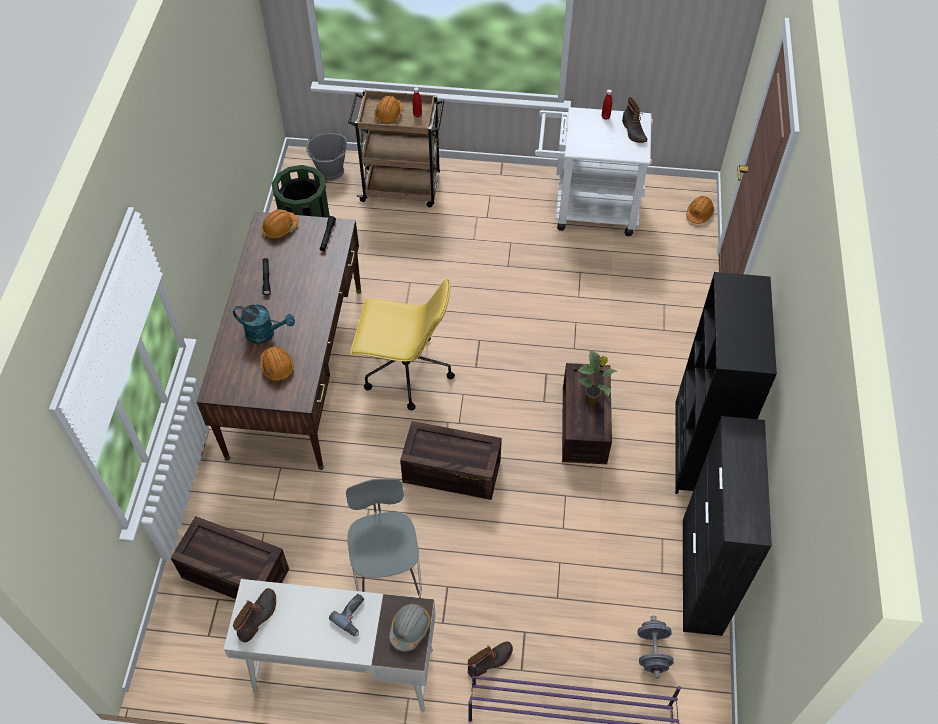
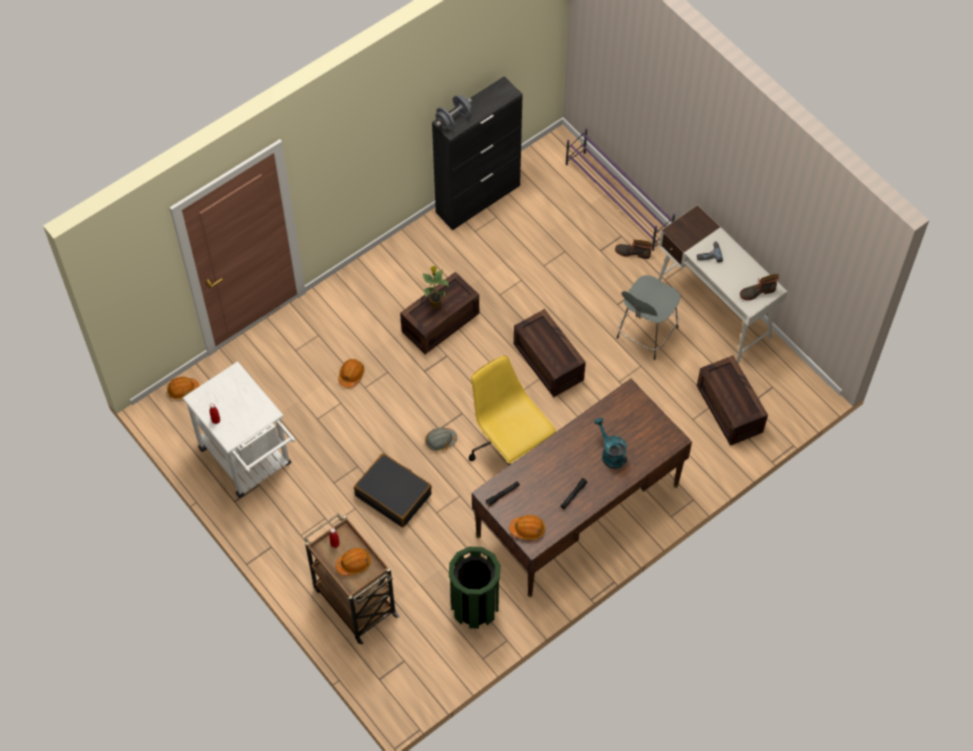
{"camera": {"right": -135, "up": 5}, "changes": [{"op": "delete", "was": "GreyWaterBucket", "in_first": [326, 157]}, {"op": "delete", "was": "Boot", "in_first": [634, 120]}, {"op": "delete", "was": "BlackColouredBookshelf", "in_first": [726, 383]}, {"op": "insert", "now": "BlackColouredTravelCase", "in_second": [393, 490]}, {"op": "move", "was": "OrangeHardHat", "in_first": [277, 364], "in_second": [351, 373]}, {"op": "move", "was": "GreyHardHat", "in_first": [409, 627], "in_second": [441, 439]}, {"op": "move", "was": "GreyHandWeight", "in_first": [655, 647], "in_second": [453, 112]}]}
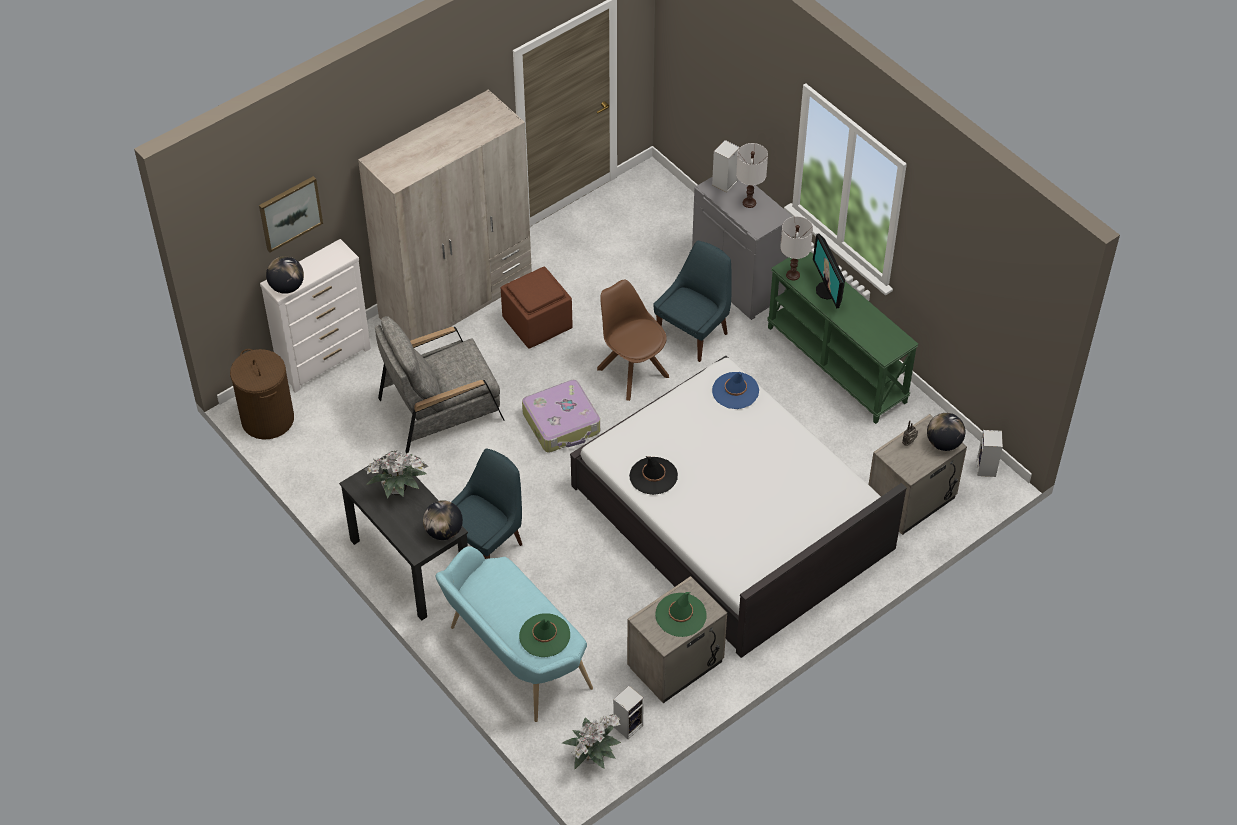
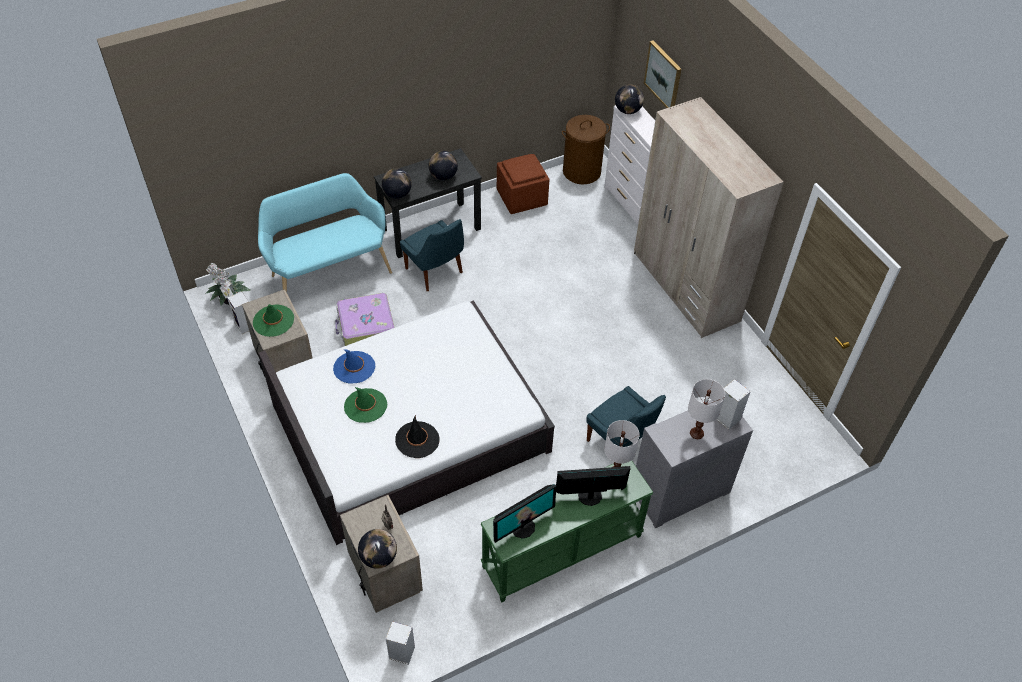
{"camera": {"right": 100, "up": 0}, "changes": [{"op": "delete", "was": "GreyLoungeChair", "in_first": [440, 385]}, {"op": "delete", "was": "BrownColouredChair", "in_first": [633, 340]}, {"op": "insert", "now": "ComputerDisplay", "in_second": [524, 513]}, {"op": "move", "was": "BrownColouredOttoman", "in_first": [536, 308], "in_second": [523, 184]}, {"op": "move", "was": "GreenColouredHat", "in_first": [544, 635], "in_second": [365, 405]}, {"op": "move", "was": "TravelCase", "in_first": [561, 416], "in_second": [365, 319]}, {"op": "move", "was": "BlackColouredHat", "in_first": [653, 475], "in_second": [417, 436]}, {"op": "move", "was": "BlueColouredHat", "in_first": [735, 390], "in_second": [354, 366]}, {"op": "replace", "was": "PottedPlant", "now": "WorldGlobe", "in_first": [396, 475], "in_second": [443, 165]}]}
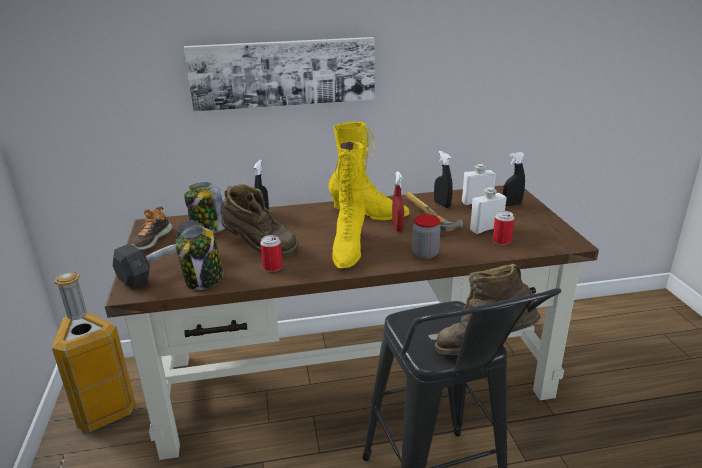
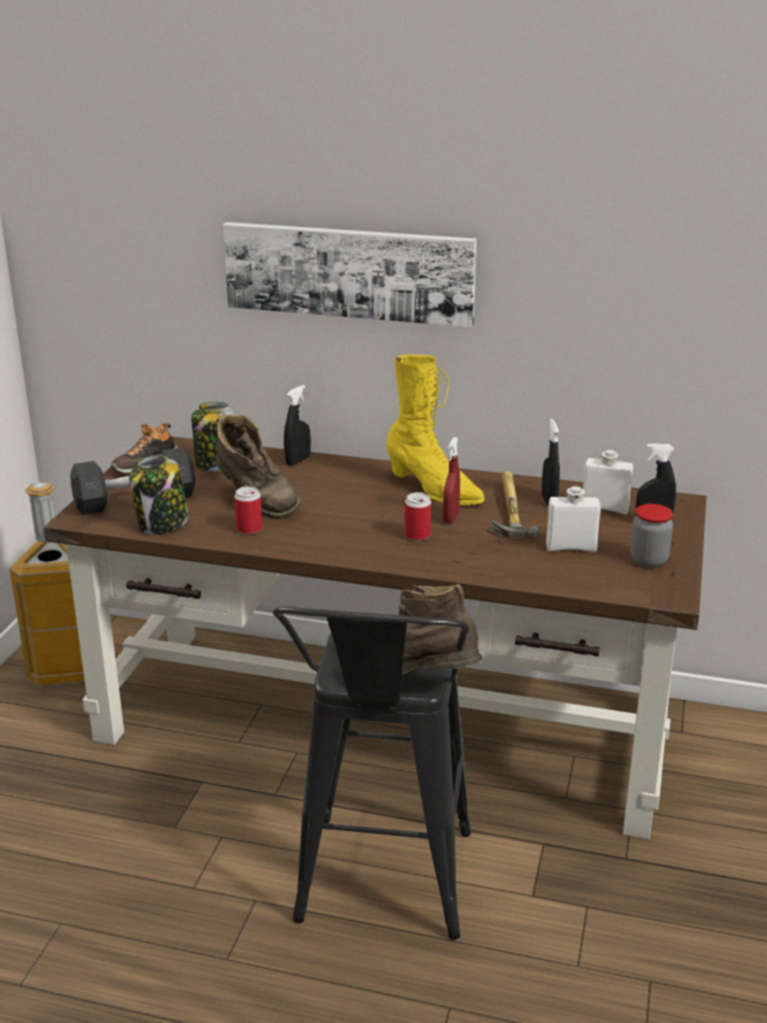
{"camera": {"right": 25, "up": 0}, "changes": [{"op": "delete", "was": "YellowishBoot", "in_first": [349, 205]}, {"op": "move", "was": "Jar", "in_first": [426, 236], "in_second": [651, 535]}, {"op": "move", "was": "Can", "in_first": [503, 228], "in_second": [417, 516]}]}
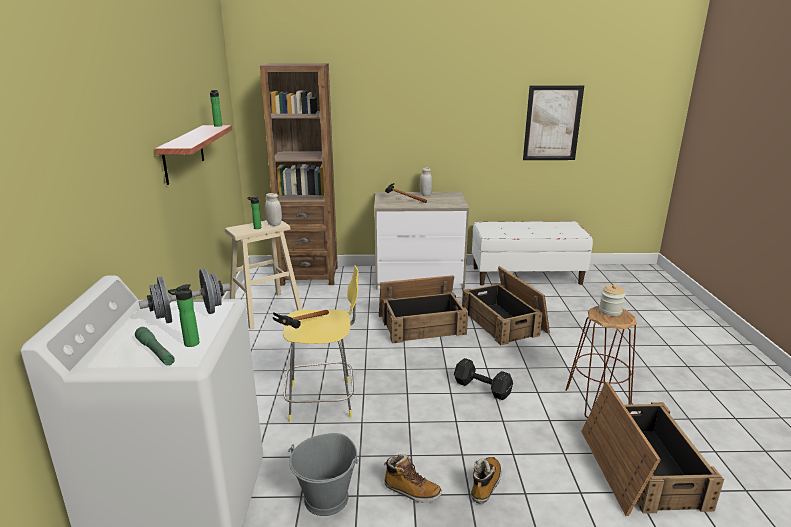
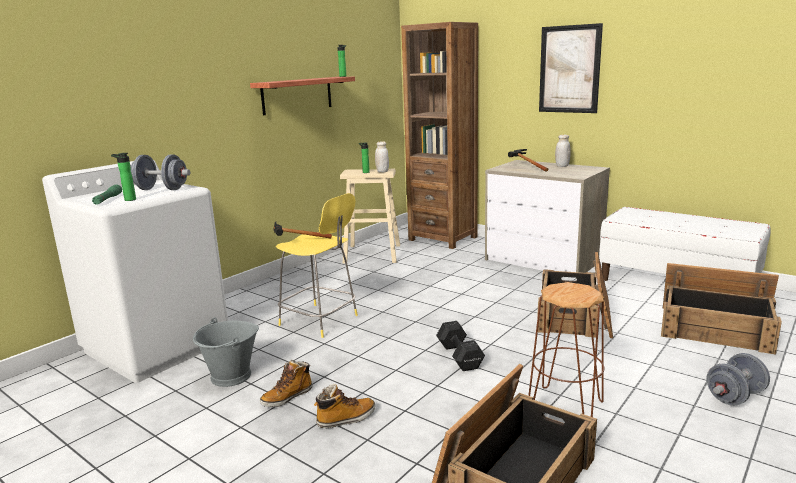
{"camera": {"right": 40, "up": -5}, "changes": [{"op": "delete", "was": "Jar", "in_first": [612, 300]}, {"op": "insert", "now": "GreyHandWeight", "in_second": [738, 379]}, {"op": "move", "was": "ShippingCrate", "in_first": [423, 309], "in_second": [721, 309]}, {"op": "move", "was": "Picture", "in_first": [553, 122], "in_second": [571, 68]}, {"op": "rotate", "was": "Boot", "in_first": [413, 478], "in_second": [286, 383], "clockwise": 75}]}
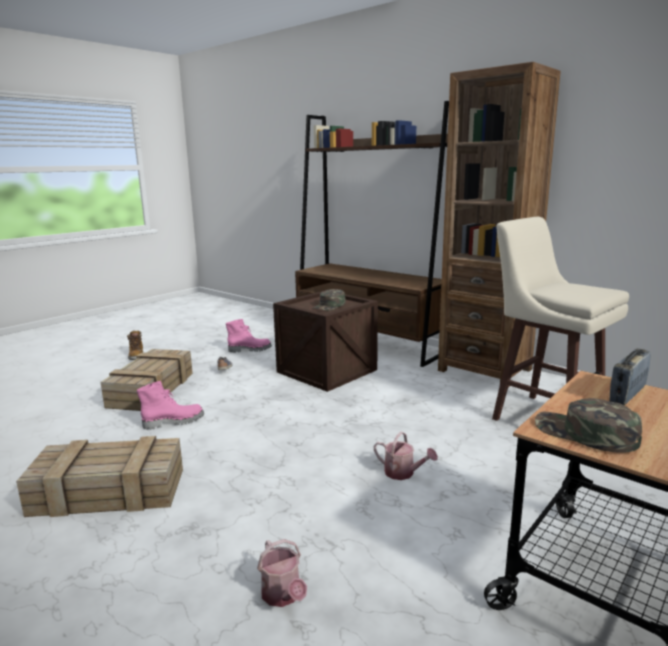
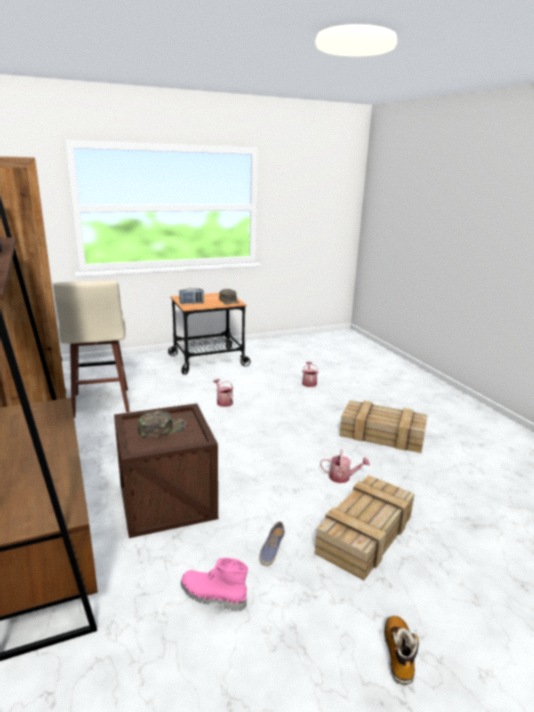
{"camera": {"right": -155, "up": 5}, "changes": [{"op": "replace", "was": "PinkBoot", "now": "WateringCan", "in_first": [170, 405], "in_second": [345, 466]}]}
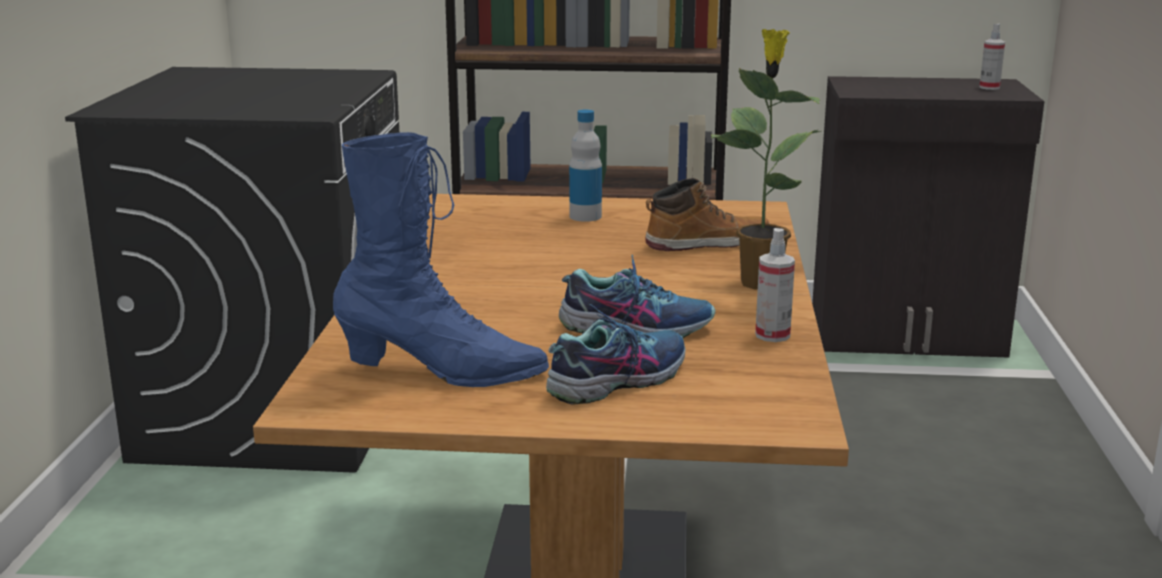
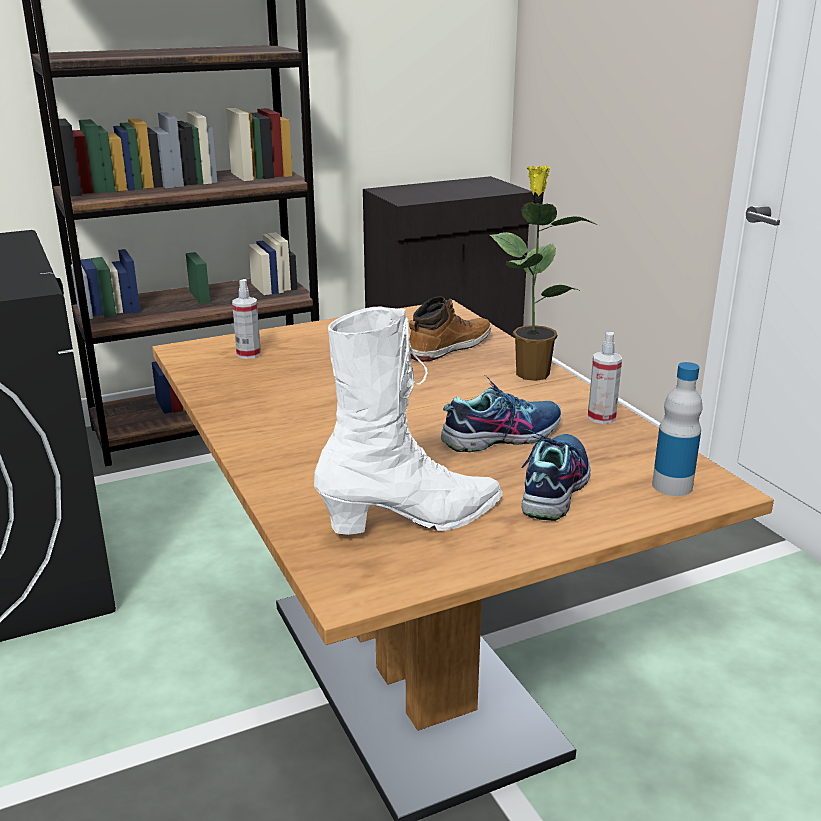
{"camera": {"right": -30, "up": 5}, "changes": [{"op": "move", "was": "BeverageBottle", "in_first": [585, 165], "in_second": [677, 429]}, {"op": "move", "was": "HandSprayer", "in_first": [992, 57], "in_second": [246, 319]}, {"op": "recolor", "was": "BlueColouredBoot", "now": "WhiteBoot", "in_first": [441, 259], "in_second": [408, 421]}]}
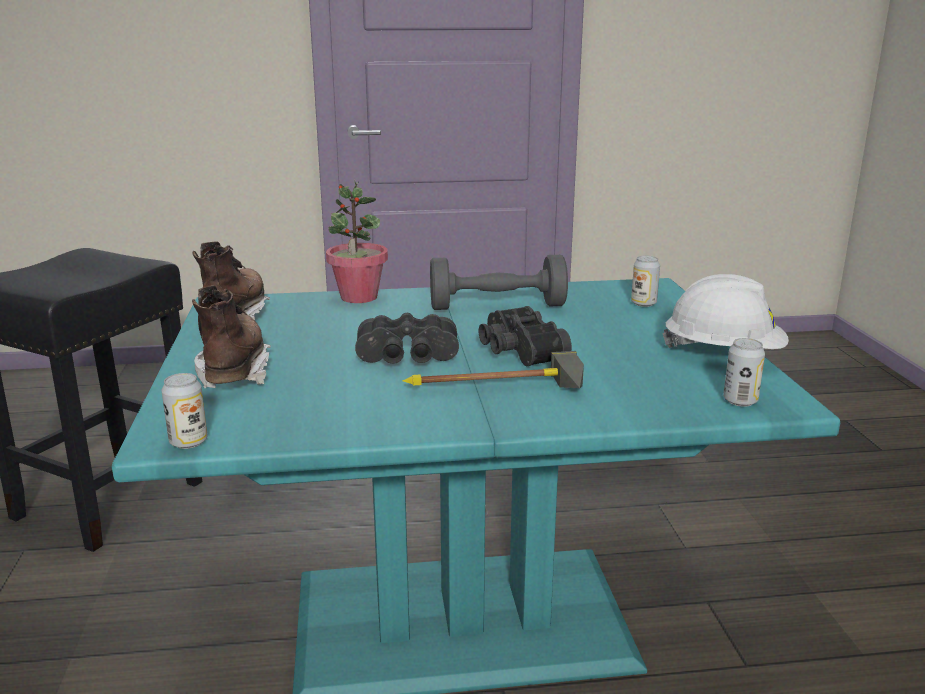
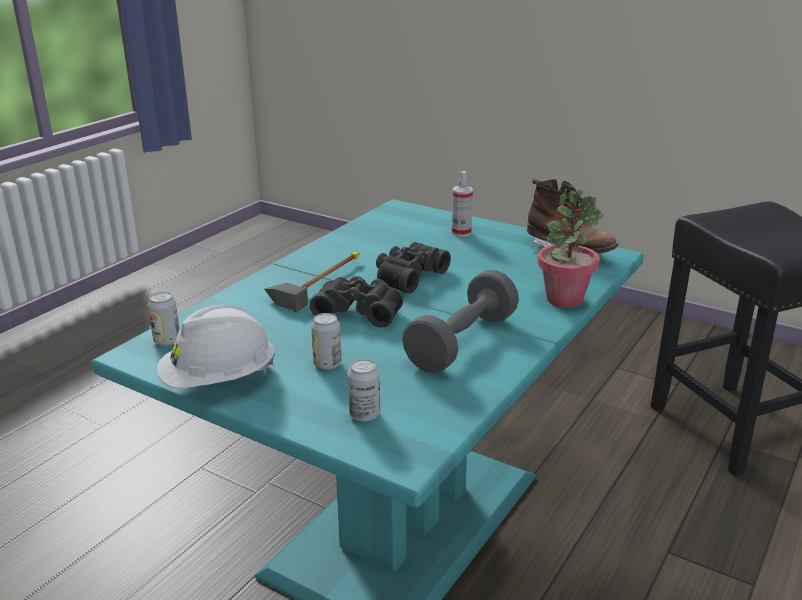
{"camera": {"right": 130, "up": 5}, "changes": [{"op": "move", "was": "Can", "in_first": [184, 411], "in_second": [326, 341]}, {"op": "replace", "was": "BrownColouredBoot", "now": "HandSprayer", "in_first": [231, 336], "in_second": [462, 204]}]}
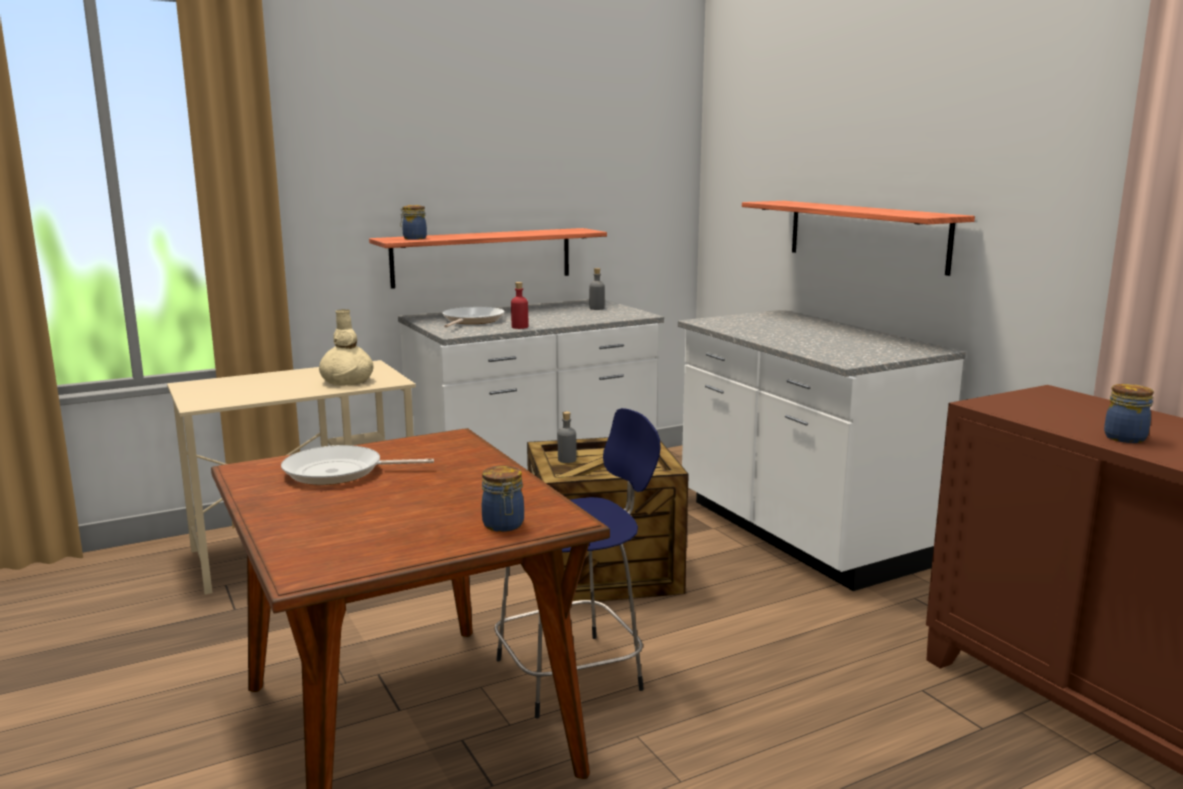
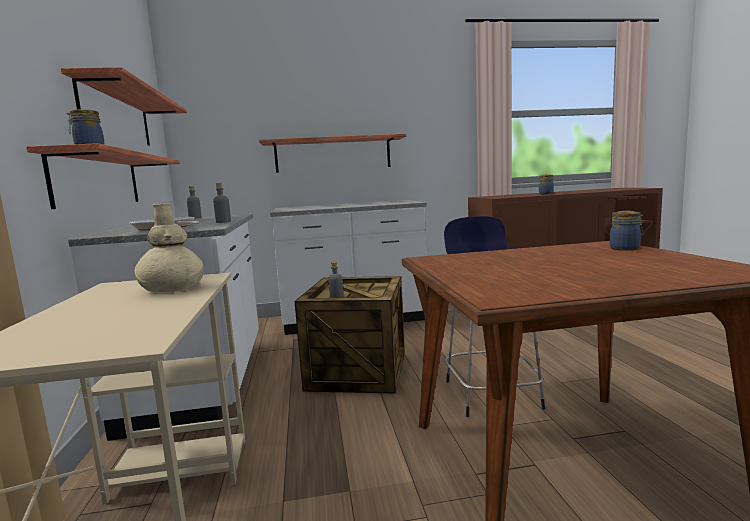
{"camera": {"right": -70, "up": -5}, "changes": [{"op": "delete", "was": "FryingPan", "in_first": [357, 465]}, {"op": "insert", "now": "Shelf", "in_second": [124, 106]}, {"op": "recolor", "was": "ReddishBeverageBottle", "now": "GreyBeverageBottle", "in_first": [519, 305], "in_second": [222, 203]}]}
